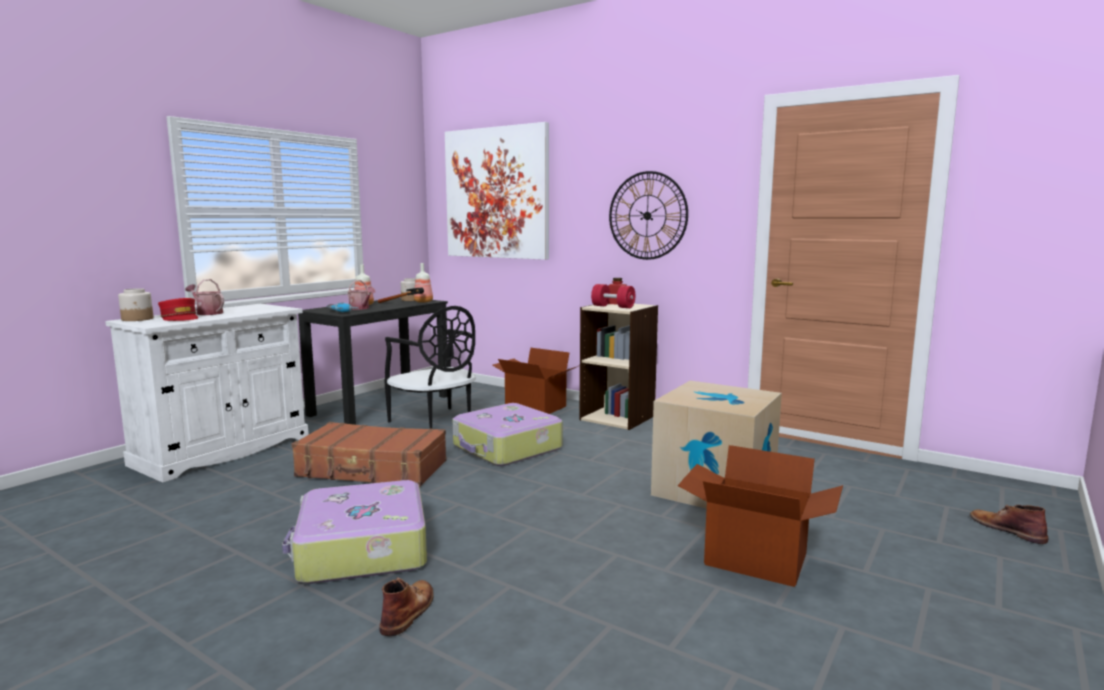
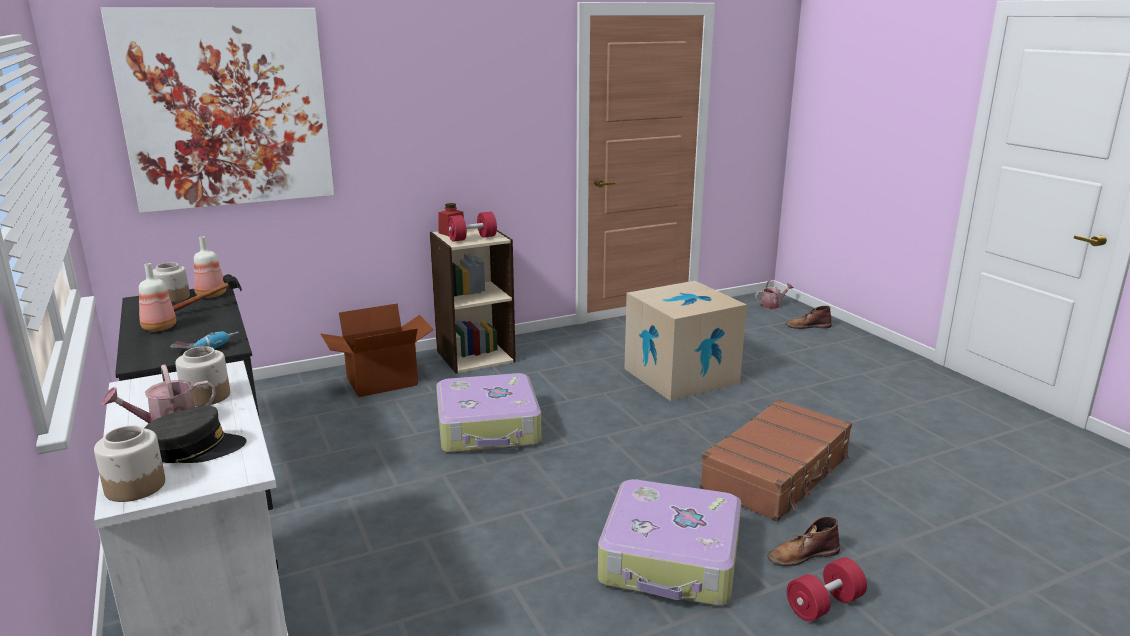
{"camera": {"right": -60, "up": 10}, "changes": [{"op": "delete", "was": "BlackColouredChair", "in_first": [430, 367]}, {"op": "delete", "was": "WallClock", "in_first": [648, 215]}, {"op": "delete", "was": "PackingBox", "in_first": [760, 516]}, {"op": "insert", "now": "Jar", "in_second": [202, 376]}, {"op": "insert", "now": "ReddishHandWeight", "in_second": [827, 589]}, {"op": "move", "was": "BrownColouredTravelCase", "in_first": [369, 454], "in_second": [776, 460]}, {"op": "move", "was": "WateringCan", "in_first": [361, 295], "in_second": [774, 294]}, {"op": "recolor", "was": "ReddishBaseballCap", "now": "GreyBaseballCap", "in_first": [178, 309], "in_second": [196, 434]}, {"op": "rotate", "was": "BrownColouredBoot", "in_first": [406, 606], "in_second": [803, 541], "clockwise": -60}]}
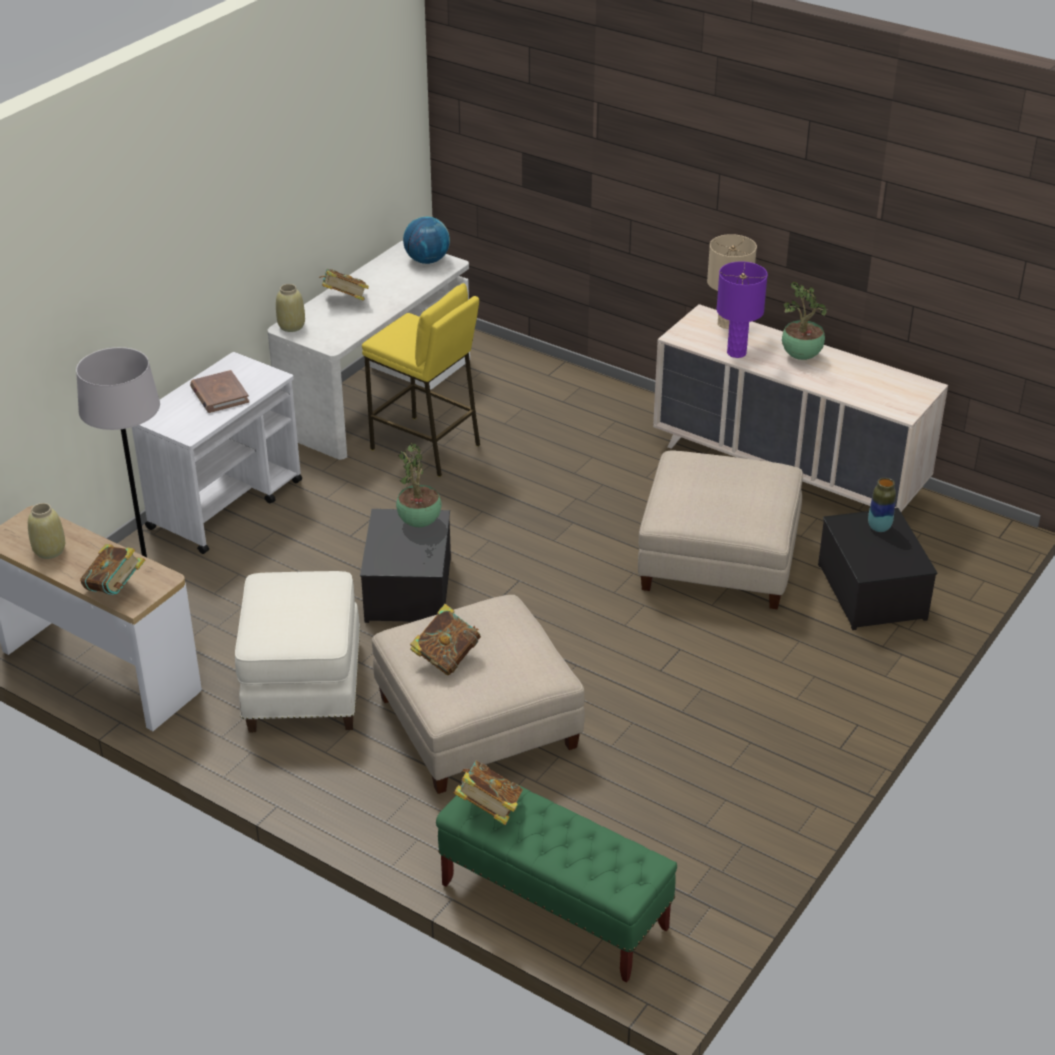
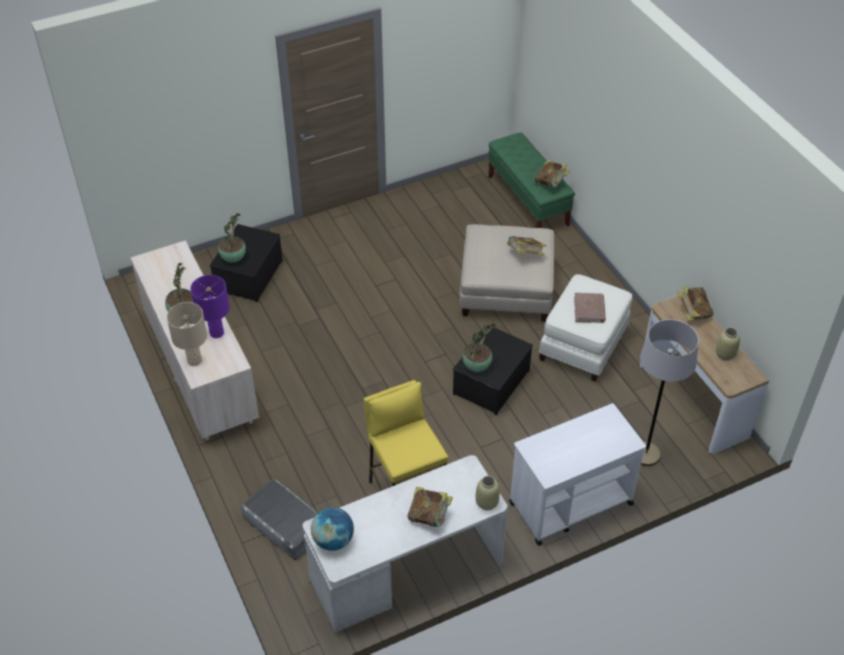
{"camera": {"right": -150, "up": 10}, "changes": [{"op": "delete", "was": "SandColouredOttoman", "in_first": [720, 529]}, {"op": "insert", "now": "GreyStorageBin", "in_second": [279, 519]}, {"op": "move", "was": "BrownColouredVolume", "in_first": [219, 391], "in_second": [590, 308]}, {"op": "replace", "was": "Vase", "now": "PottedPlant", "in_first": [882, 505], "in_second": [232, 238]}]}
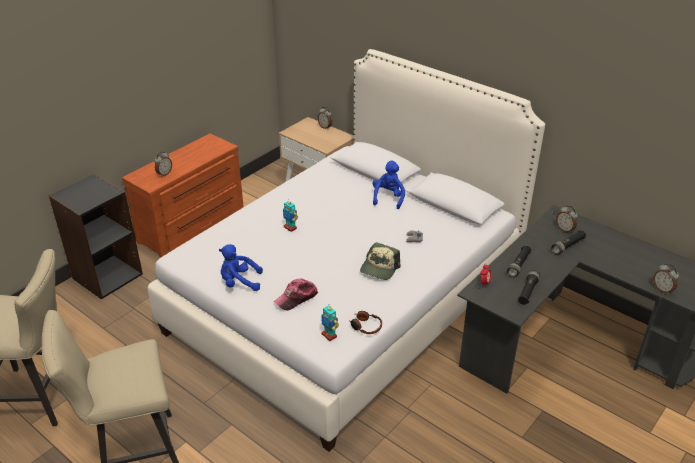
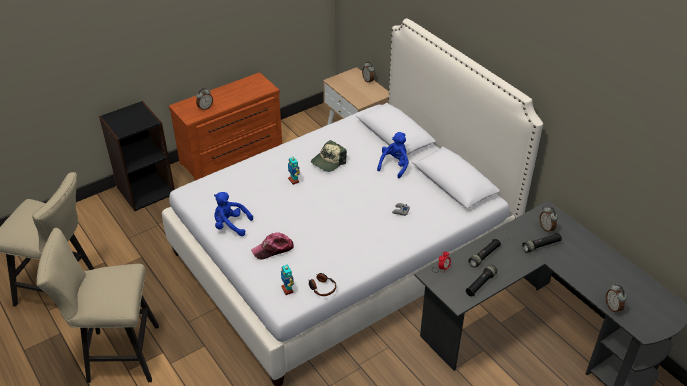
{"camera": {"right": 15, "up": 5}, "changes": [{"op": "move", "was": "BaseballCap", "in_first": [380, 261], "in_second": [329, 156]}]}
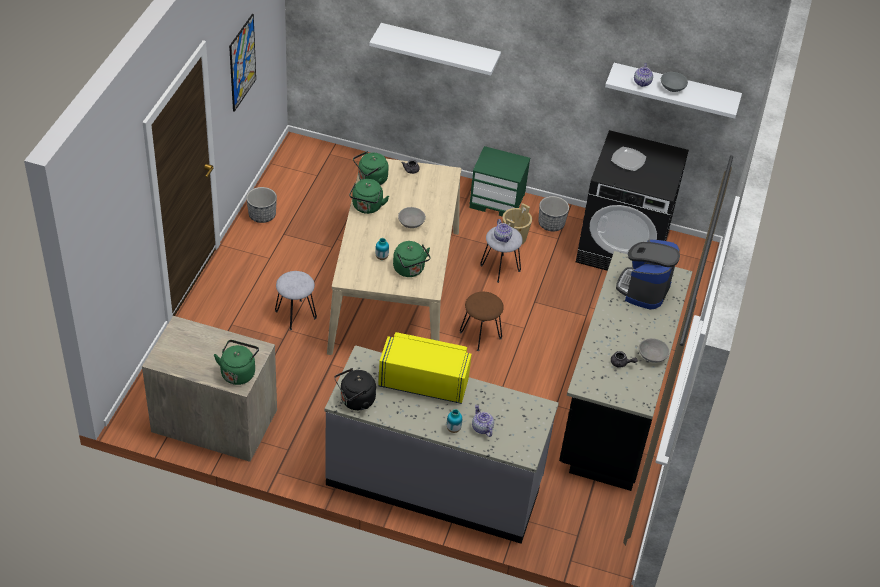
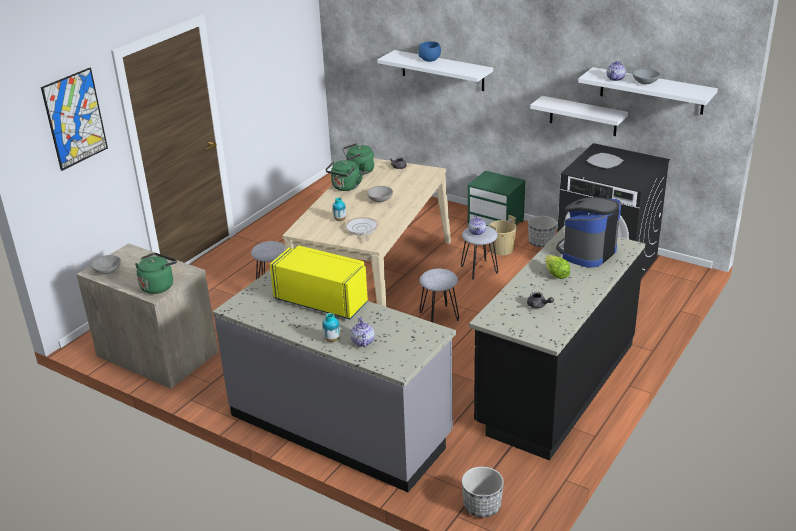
{"camera": {"right": 20, "up": -15}, "changes": [{"op": "delete", "was": "BlackColouredTeaKettle", "in_first": [355, 389]}, {"op": "insert", "now": "BlueColouredBowl", "in_second": [430, 51]}, {"op": "insert", "now": "WhiteShelf", "in_second": [579, 116]}, {"op": "insert", "now": "LettuceHead", "in_second": [558, 267]}, {"op": "move", "was": "Picture", "in_first": [242, 63], "in_second": [74, 119]}, {"op": "move", "was": "PlantPot", "in_first": [261, 205], "in_second": [483, 491]}, {"op": "move", "was": "GreyBowl", "in_first": [654, 350], "in_second": [106, 264]}, {"op": "replace", "was": "GreenColouredTeaKettle", "now": "FryingPan", "in_first": [412, 259], "in_second": [361, 229]}, {"op": "recolor", "was": "BrownColouredStoolSeat", "now": "GreyStoolSeat", "in_first": [482, 321], "in_second": [439, 295]}]}
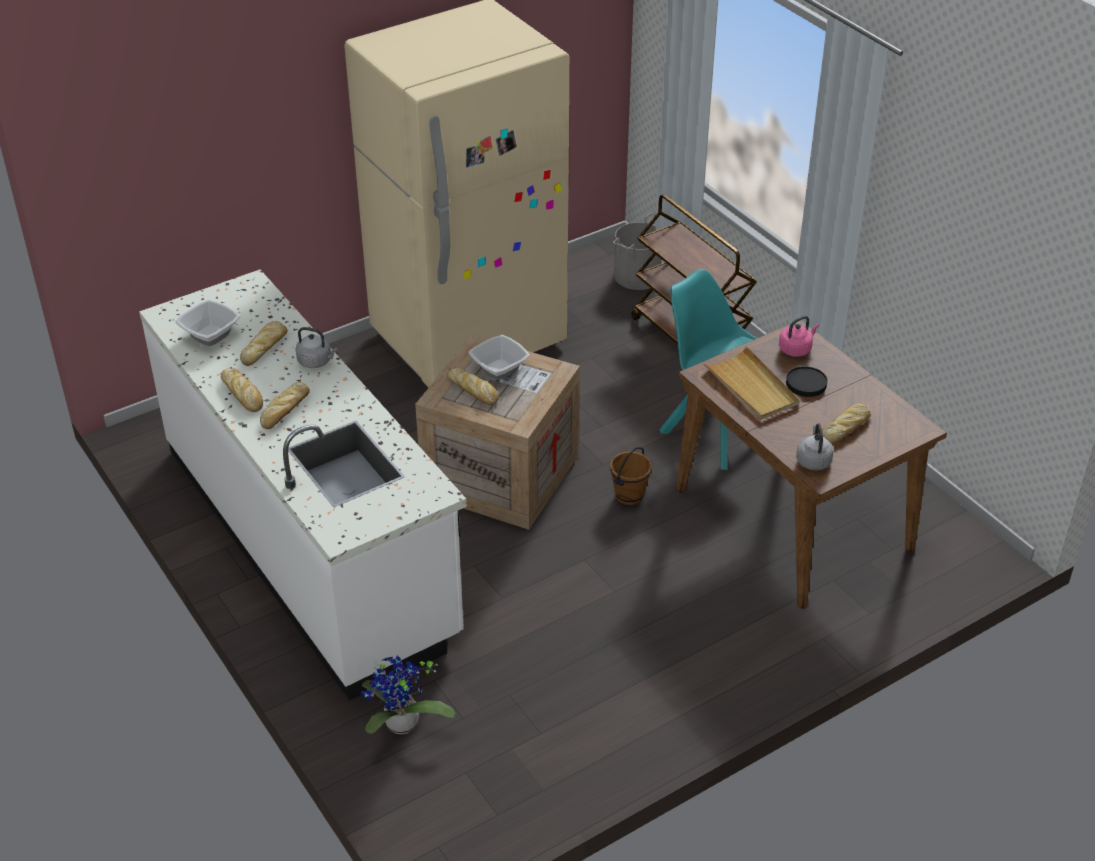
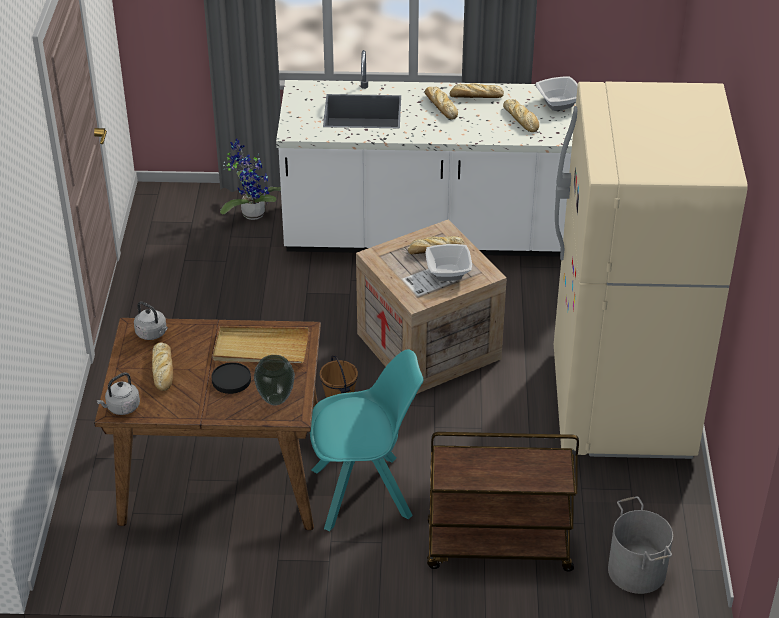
{"camera": {"right": 125, "up": 0}, "changes": [{"op": "move", "was": "GreyTeaKettle", "in_first": [317, 347], "in_second": [118, 394]}, {"op": "replace", "was": "PinkTeaKettle", "now": "Vase", "in_first": [799, 336], "in_second": [274, 380]}]}
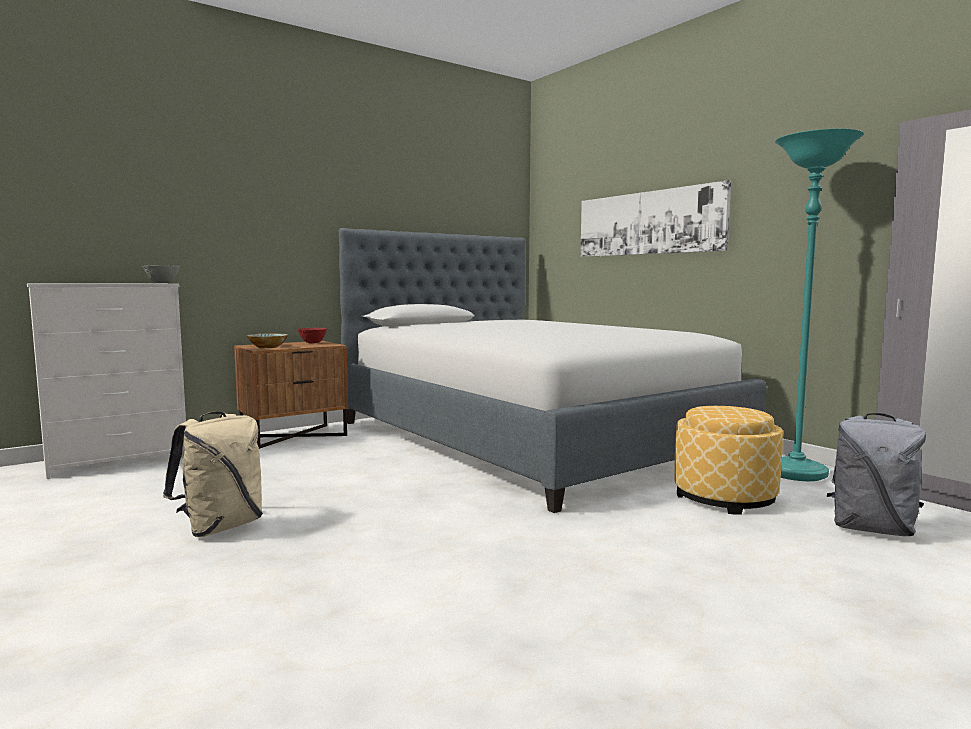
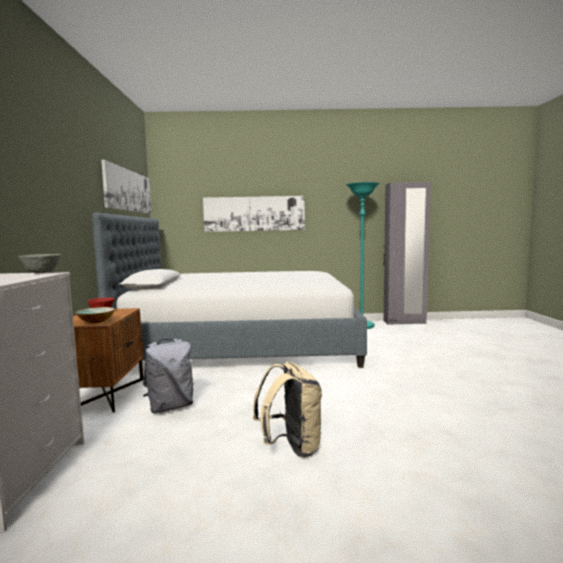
{"camera": {"right": -55, "up": 0}, "changes": [{"op": "delete", "was": "Ottoman", "in_first": [728, 460]}, {"op": "insert", "now": "Picture", "in_second": [126, 187]}, {"op": "move", "was": "GreyRucksack", "in_first": [876, 474], "in_second": [167, 375]}]}
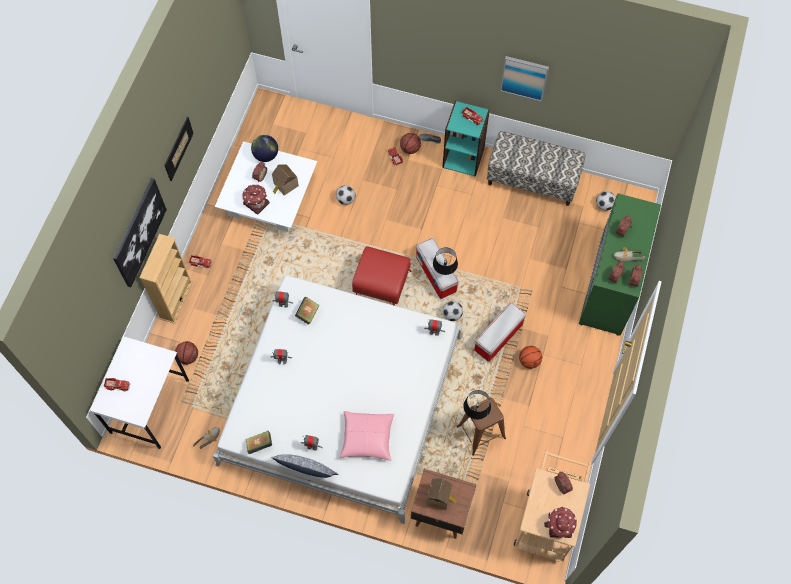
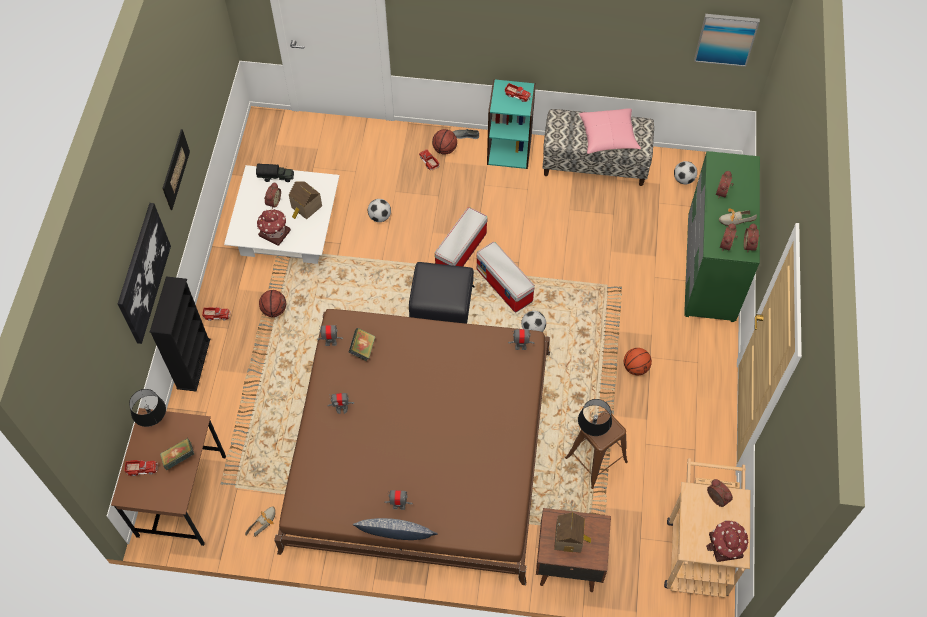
{"camera": {"right": -10, "up": -5}, "changes": [{"op": "move", "was": "Basketball", "in_first": [186, 353], "in_second": [272, 303]}, {"op": "move", "was": "Volume", "in_first": [259, 442], "in_second": [177, 454]}, {"op": "move", "was": "PinkPillow", "in_first": [367, 436], "in_second": [610, 131]}, {"op": "move", "was": "BlackColouredTabletopLamp", "in_first": [445, 261], "in_second": [147, 408]}, {"op": "move", "was": "StorageBin", "in_first": [500, 332], "in_second": [461, 237]}, {"op": "move", "was": "Picture", "in_first": [524, 79], "in_second": [727, 40]}, {"op": "replace", "was": "WorldGlobe", "now": "ToyLorry", "in_first": [264, 148], "in_second": [275, 173]}, {"op": "recolor", "was": "WhiteDesk", "now": "BrownColouredDesk", "in_first": [139, 392], "in_second": [168, 477]}, {"op": "recolor", "was": "SandColouredBookshelf", "now": "BlackColouredBookshelf", "in_first": [166, 279], "in_second": [180, 333]}, {"op": "recolor", "was": "WhiteBed", "now": "BrownColouredBed", "in_first": [337, 400], "in_second": [412, 447]}, {"op": "recolor", "was": "ReddishOttoman", "now": "BlackColouredOttoman", "in_first": [382, 276], "in_second": [442, 293]}]}
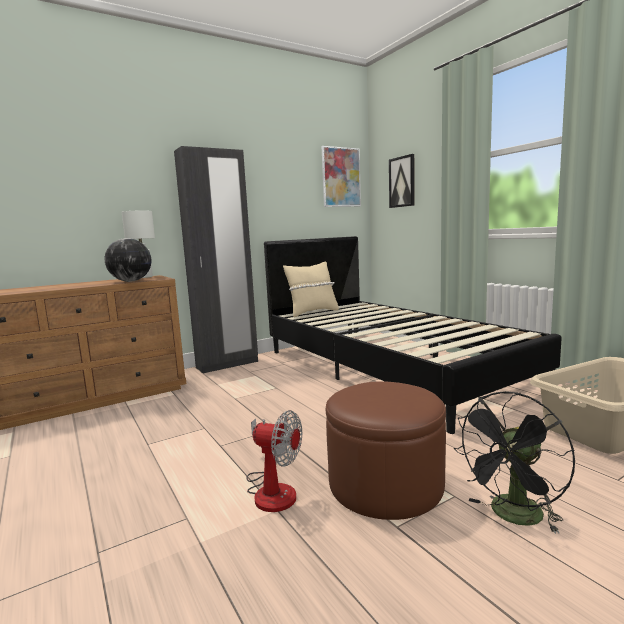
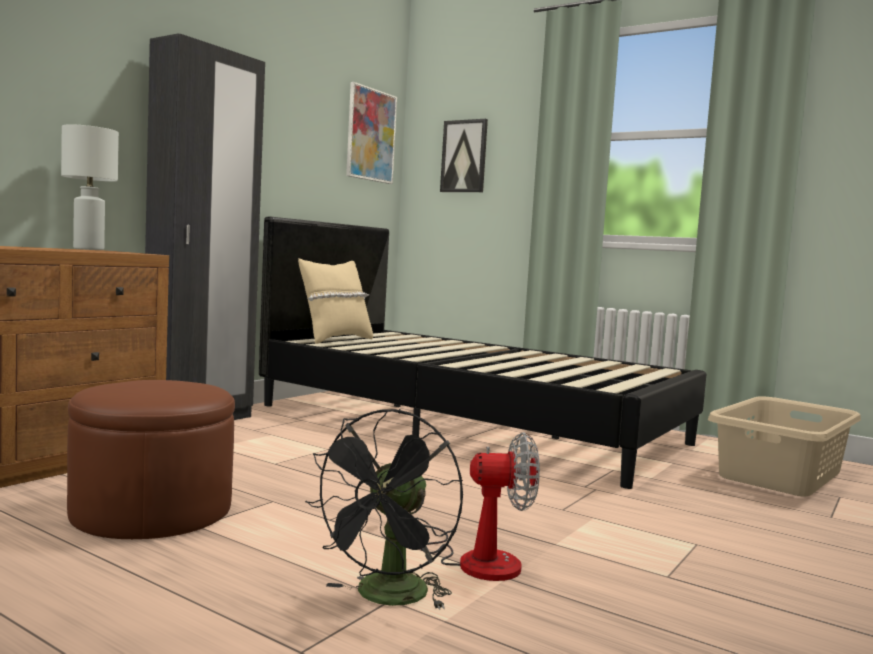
{"camera": {"right": -25, "up": -5}, "changes": [{"op": "delete", "was": "WorldGlobe", "in_first": [128, 260]}, {"op": "move", "was": "BrownColouredOttoman", "in_first": [386, 450], "in_second": [151, 459]}, {"op": "move", "was": "BlackColouredCoolingFan", "in_first": [514, 462], "in_second": [384, 509]}]}
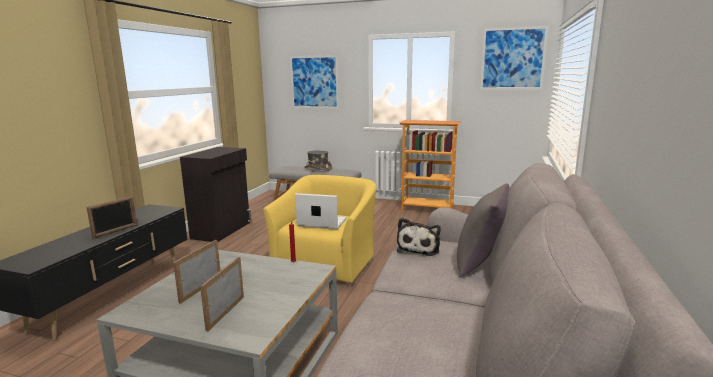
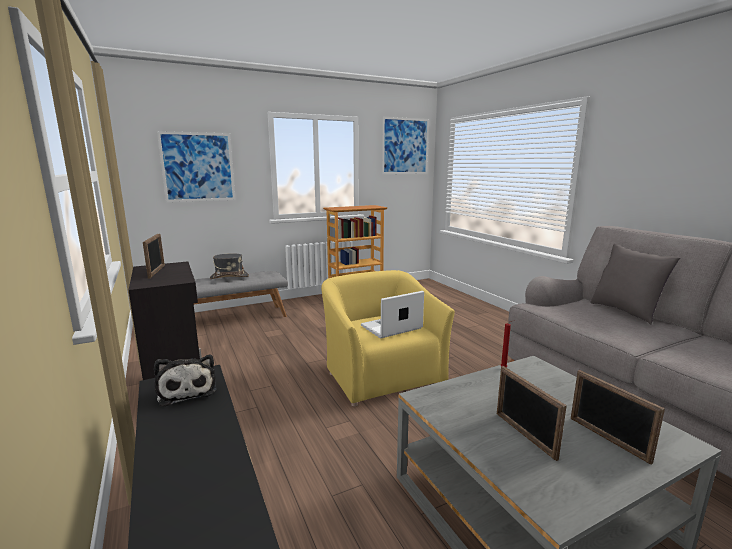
{"camera": {"right": -45, "up": 0}, "changes": [{"op": "move", "was": "PhotoFrame", "in_first": [111, 217], "in_second": [154, 256]}, {"op": "move", "was": "SoftToy", "in_first": [418, 237], "in_second": [185, 381]}]}
